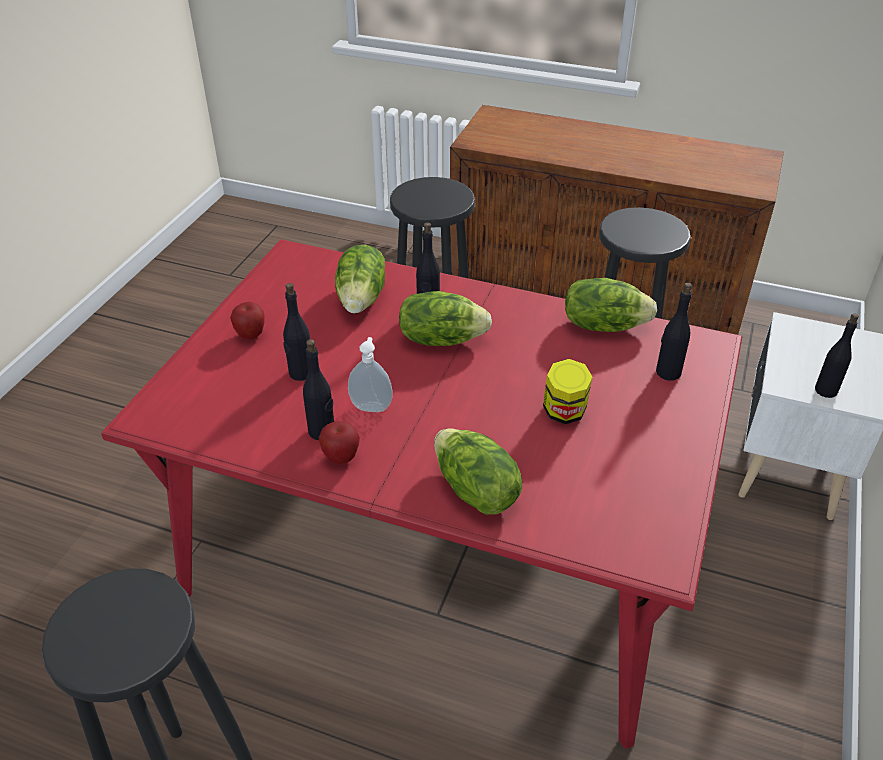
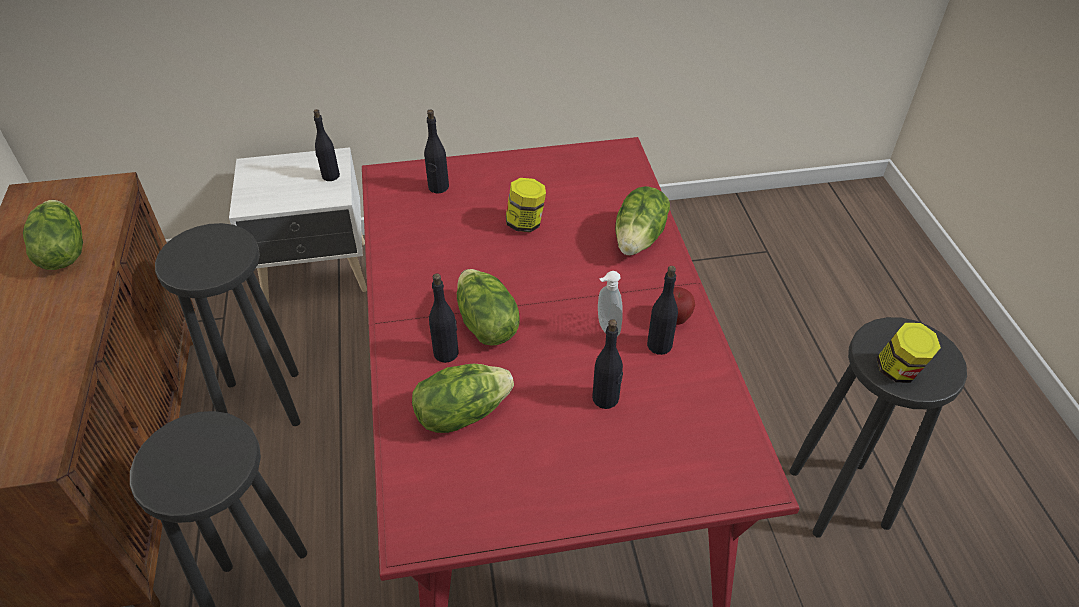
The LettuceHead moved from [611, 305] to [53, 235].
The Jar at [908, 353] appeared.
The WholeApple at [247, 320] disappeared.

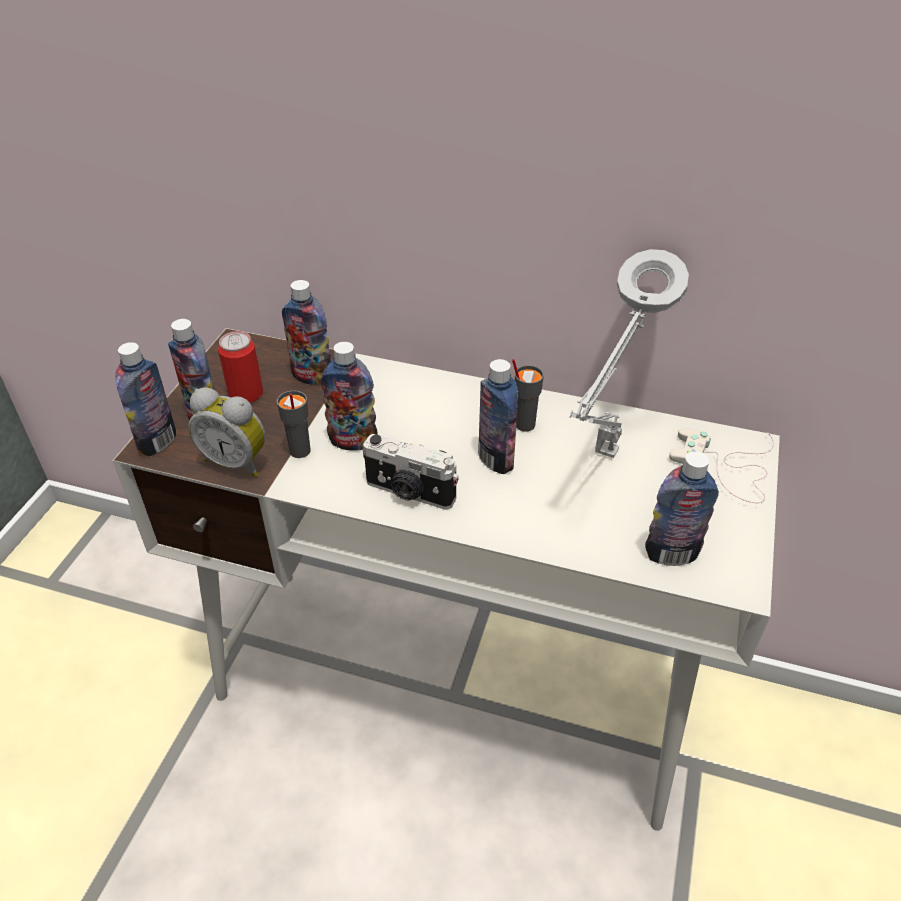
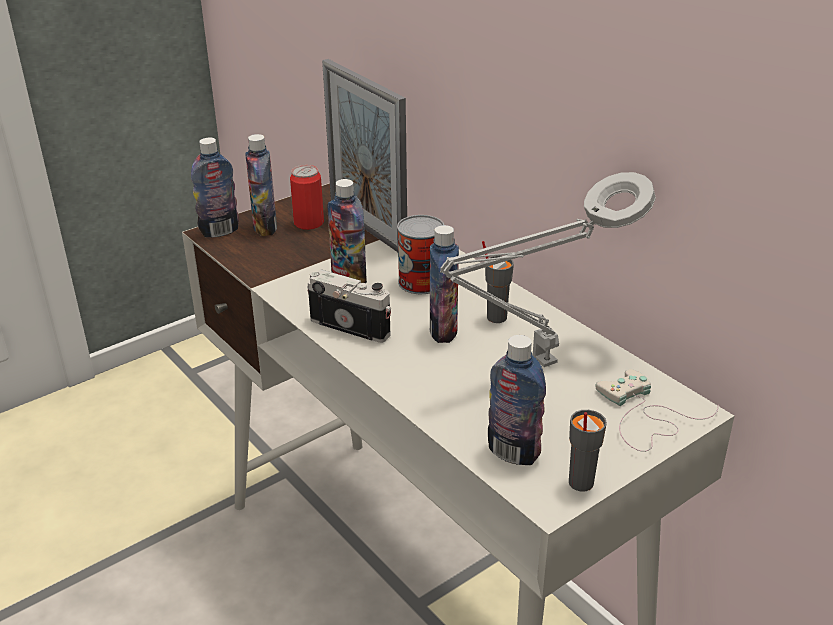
The PhotoCamera at [411, 472] turned 150 degrees clockwise.
The BeverageBottle at [306, 332] was replaced by the PhotoFrame at [364, 155].
The SealedCan at [420, 254] appeared.
The GreyCup moved from [294, 424] to [588, 451].
The TableClock at [226, 432] disappeared.

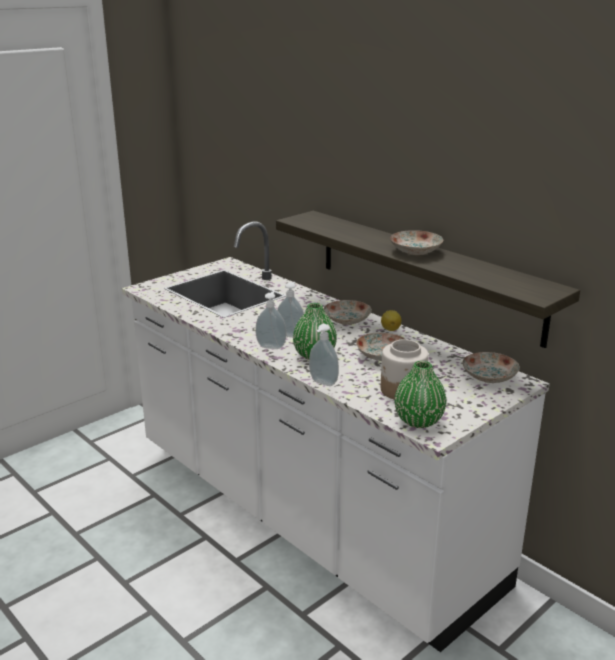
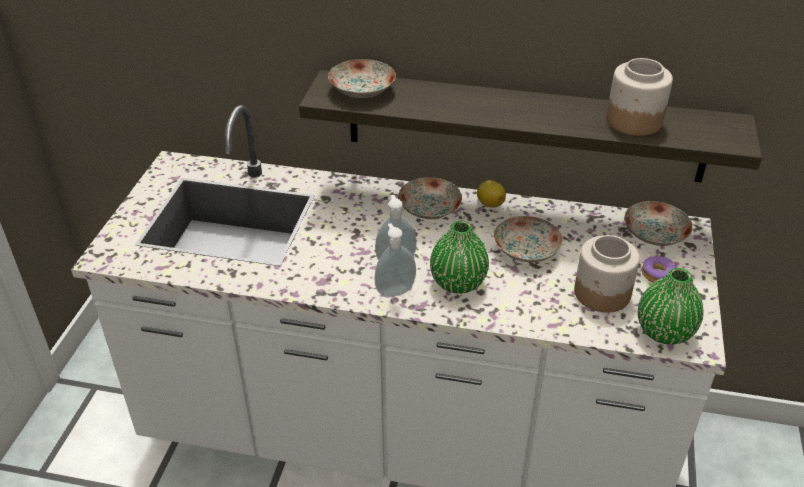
The DinnerPlate moved from [416, 242] to [362, 78].
The Jar at [639, 97] appeared.
The Donut at [659, 269] appeared.
The LiquidSoapBottle at [324, 355] disappeared.

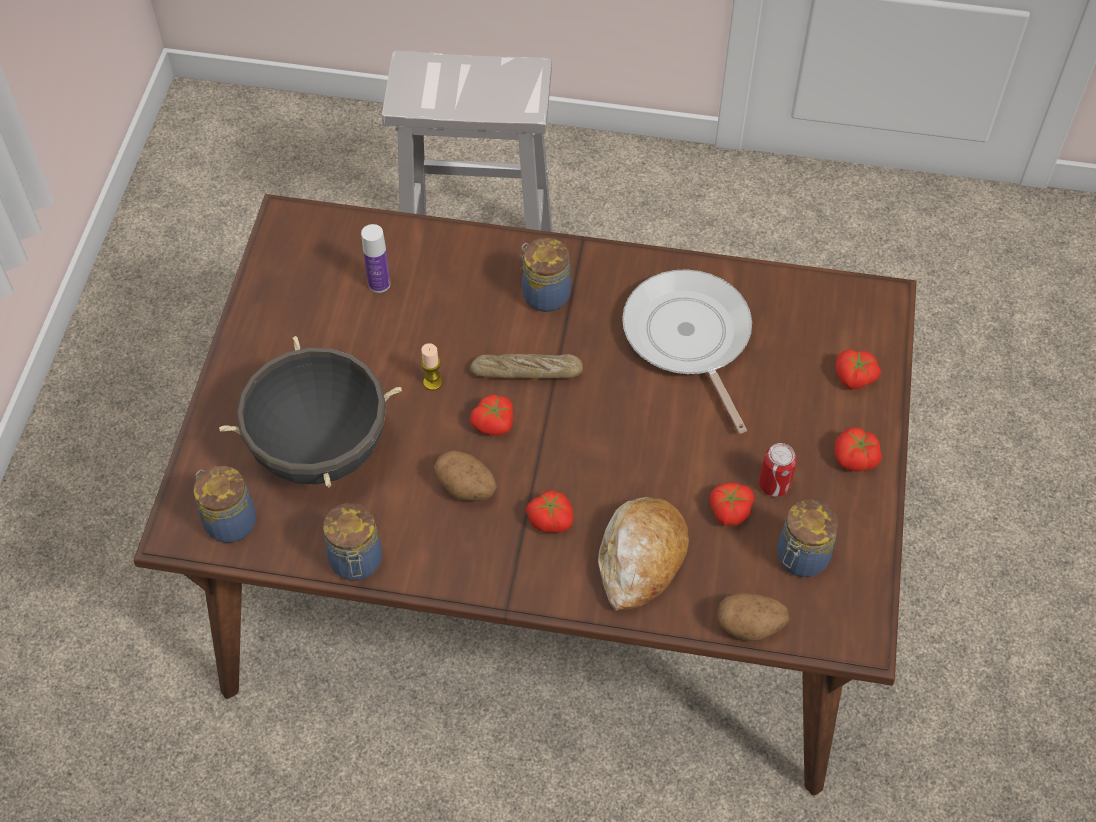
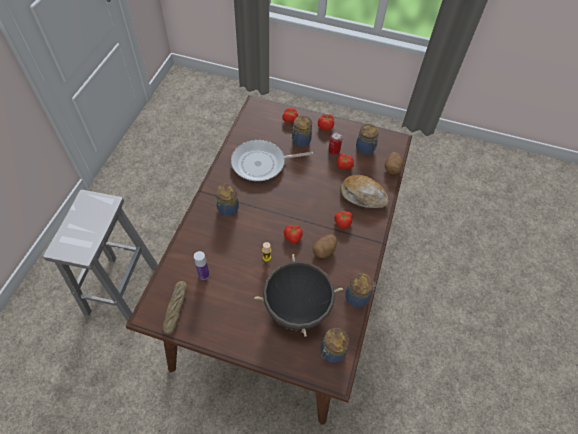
The Bread moved from [526, 366] to [174, 308].
The Jar at [302, 131] appeared.

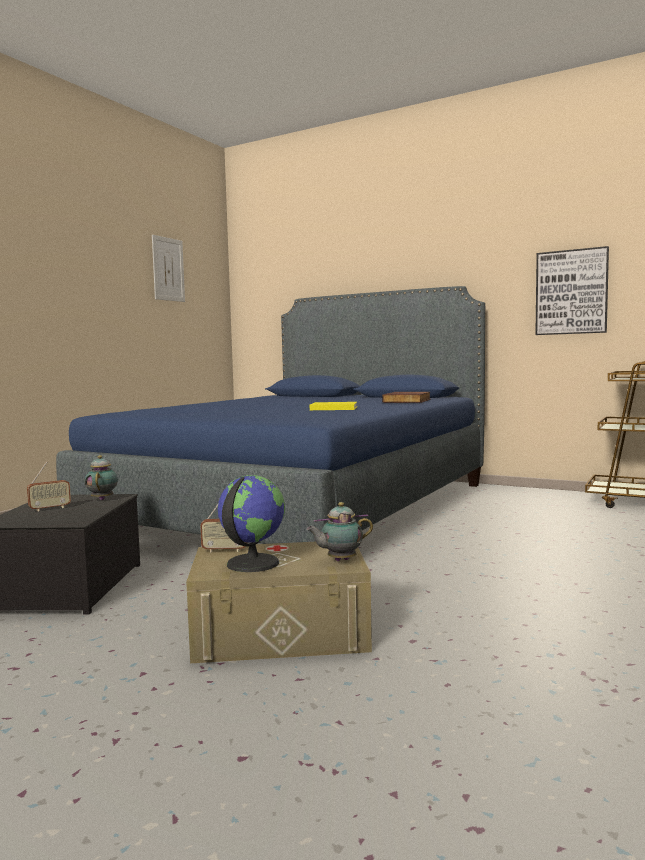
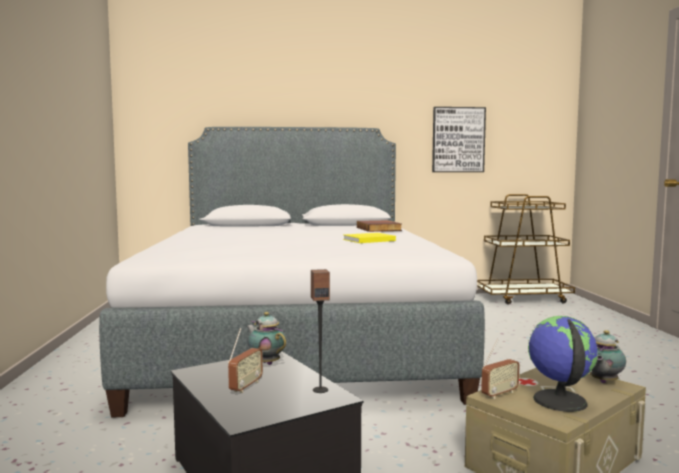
The BlueColouredBedroomBed at [270, 415] became the GreyBedroomBed at [292, 272].
The Loudspeaker at [320, 331] appeared.
The Picture at [168, 268] disappeared.

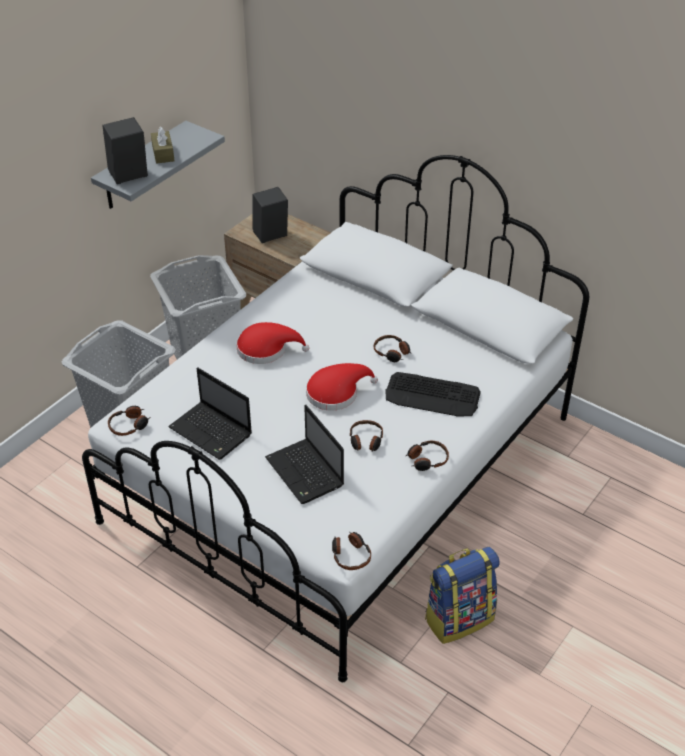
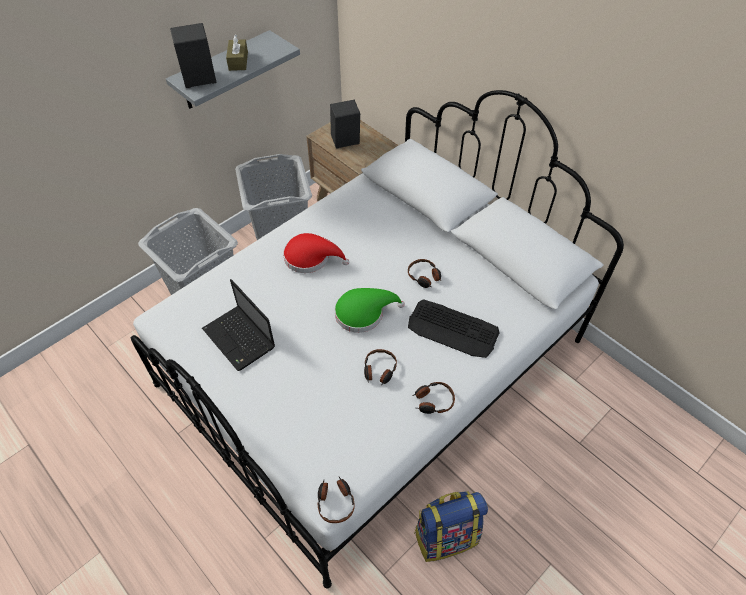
The RedHat at [342, 387] became the GreenColouredHat at [369, 310].
The Headphones at [129, 421] disappeared.
The NotebookComputer at [304, 454] disappeared.

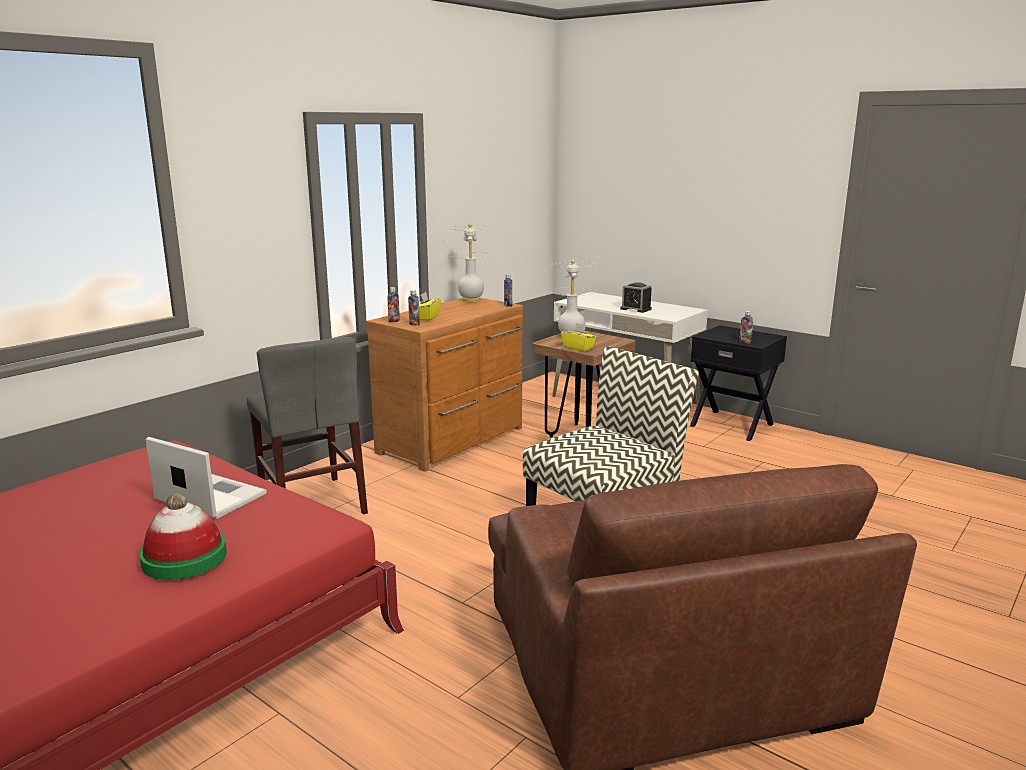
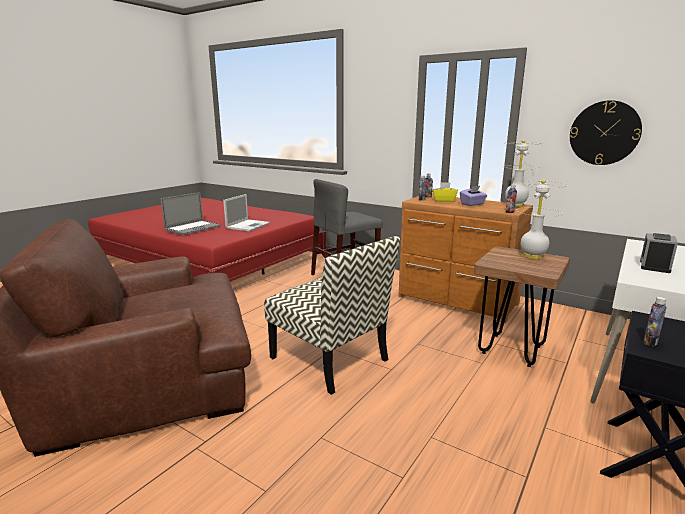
The Hat at [183, 536] was replaced by the NotebookComputer at [191, 213].
The PurpleTissueHolder at [473, 196] appeared.
The HangingClock at [606, 132] appeared.
The YellowTissueHolder at [579, 337] disappeared.

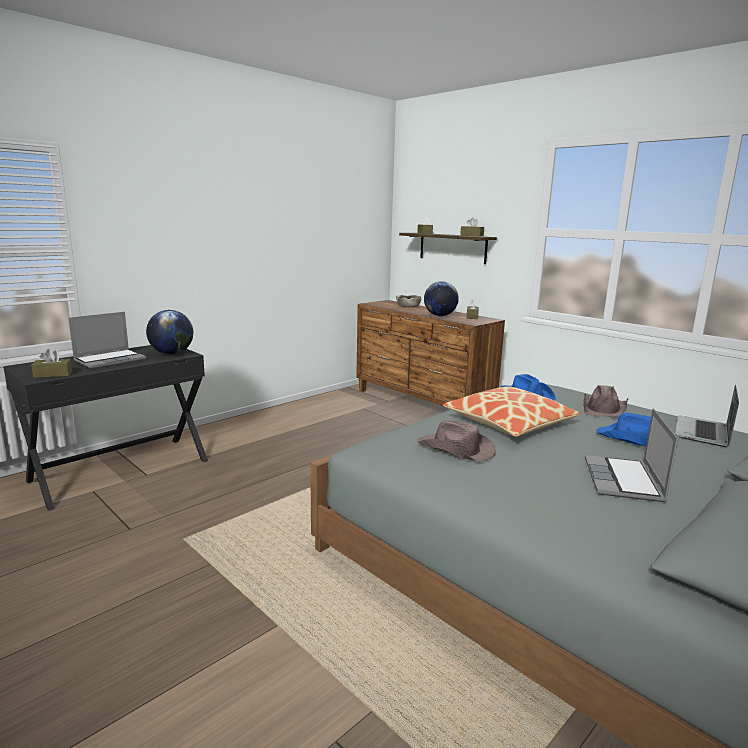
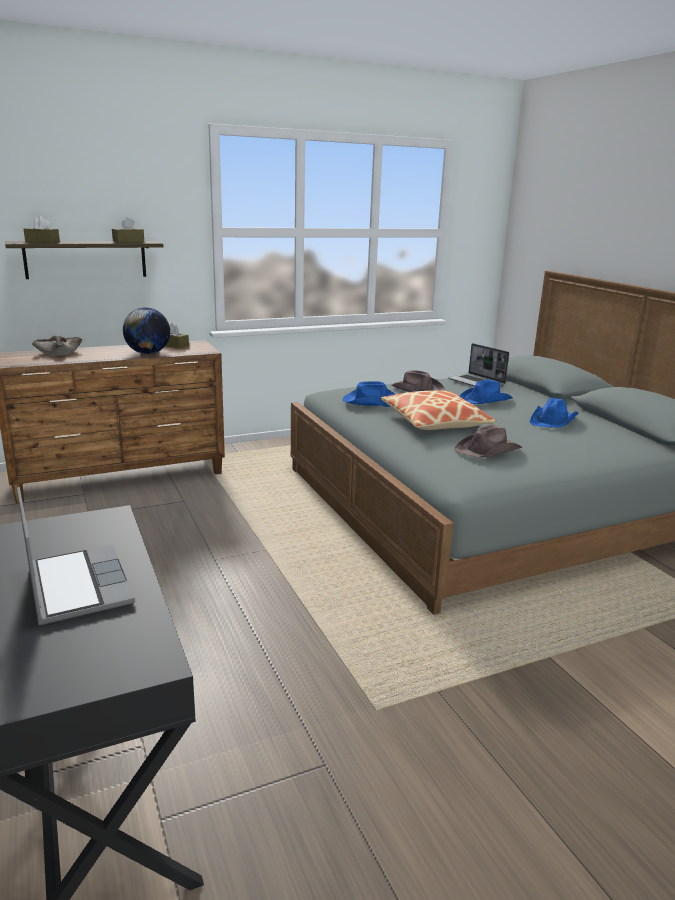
The NotebookComputer at [631, 455] was replaced by the BlueColouredHat at [553, 413].
The BrownTissueHolder at [51, 363] disappeared.
The Globe at [169, 332] disappeared.

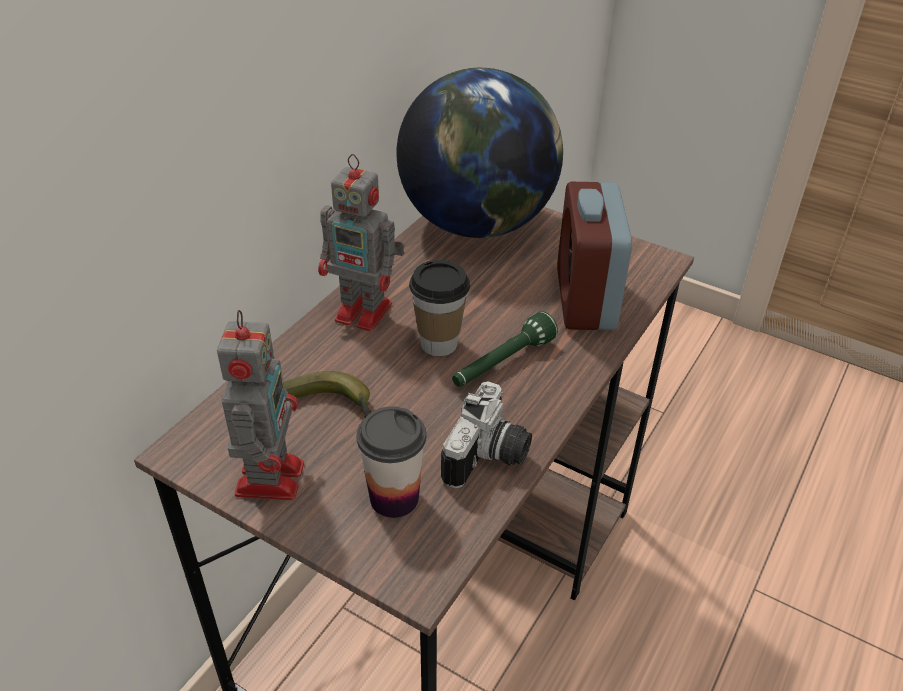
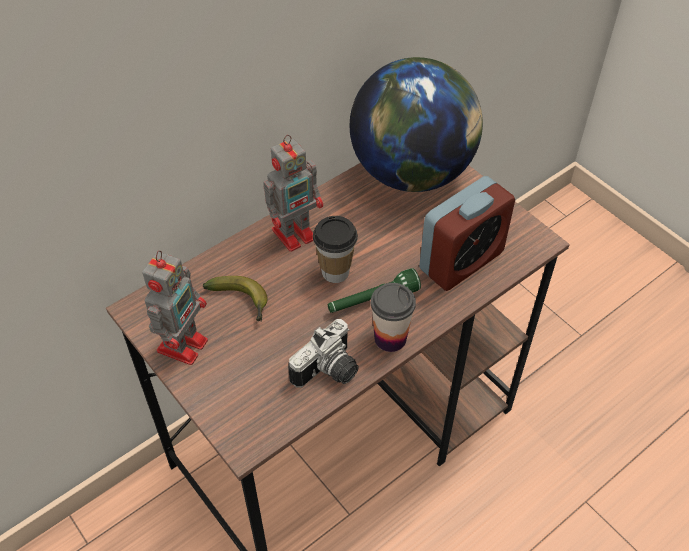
The ToyRobot at [361, 242] turned 75 degrees counterclockwise.
The Cup moved from [391, 462] to [393, 317].
The TableClock at [594, 256] turned 150 degrees counterclockwise.

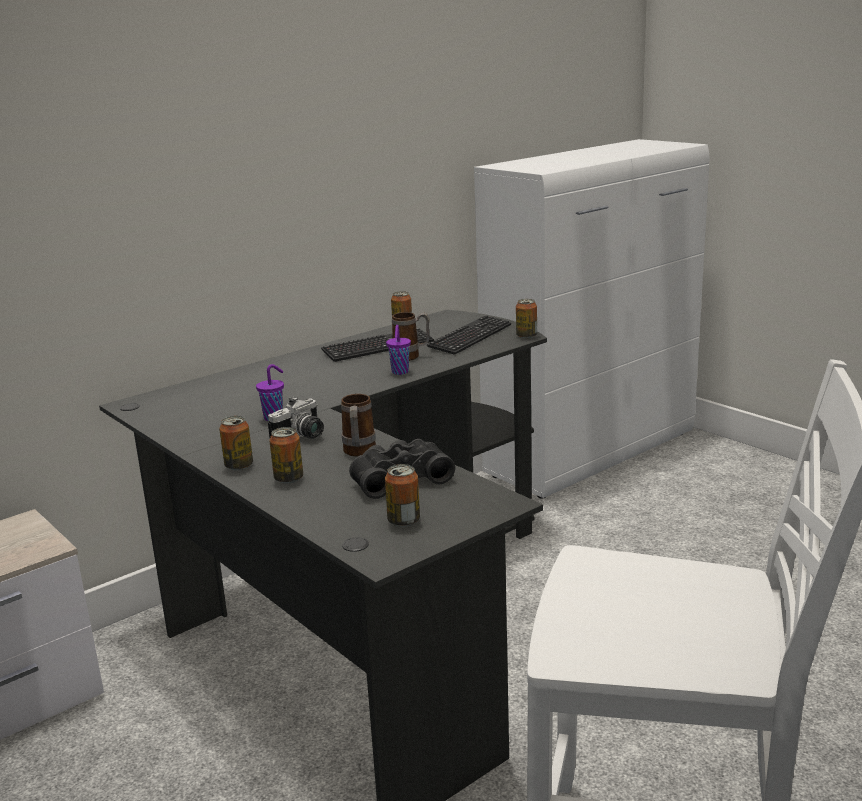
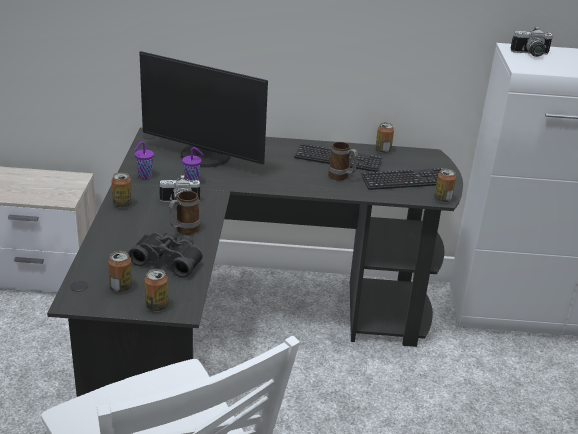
The PurpleCup moved from [398, 350] to [144, 160].
The ComputerDisplay at [203, 109] appeared.
The SealedCan moved from [286, 455] to [156, 290].
The PhotoCamera at [531, 41] appeared.

